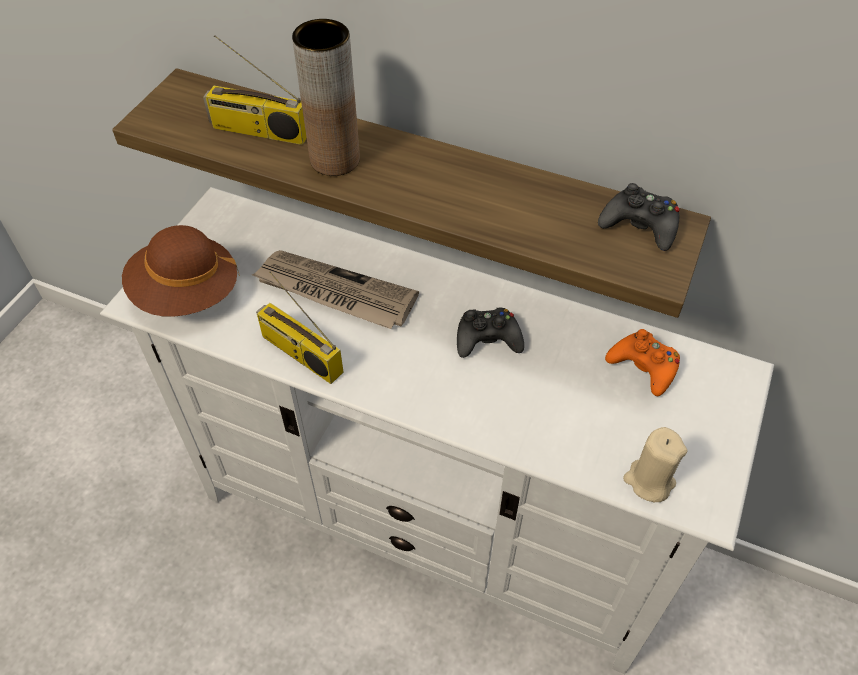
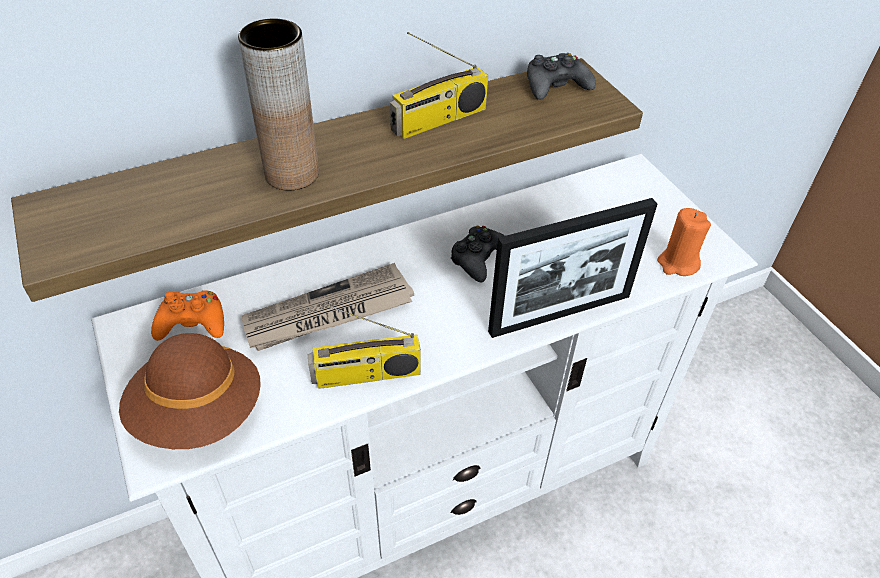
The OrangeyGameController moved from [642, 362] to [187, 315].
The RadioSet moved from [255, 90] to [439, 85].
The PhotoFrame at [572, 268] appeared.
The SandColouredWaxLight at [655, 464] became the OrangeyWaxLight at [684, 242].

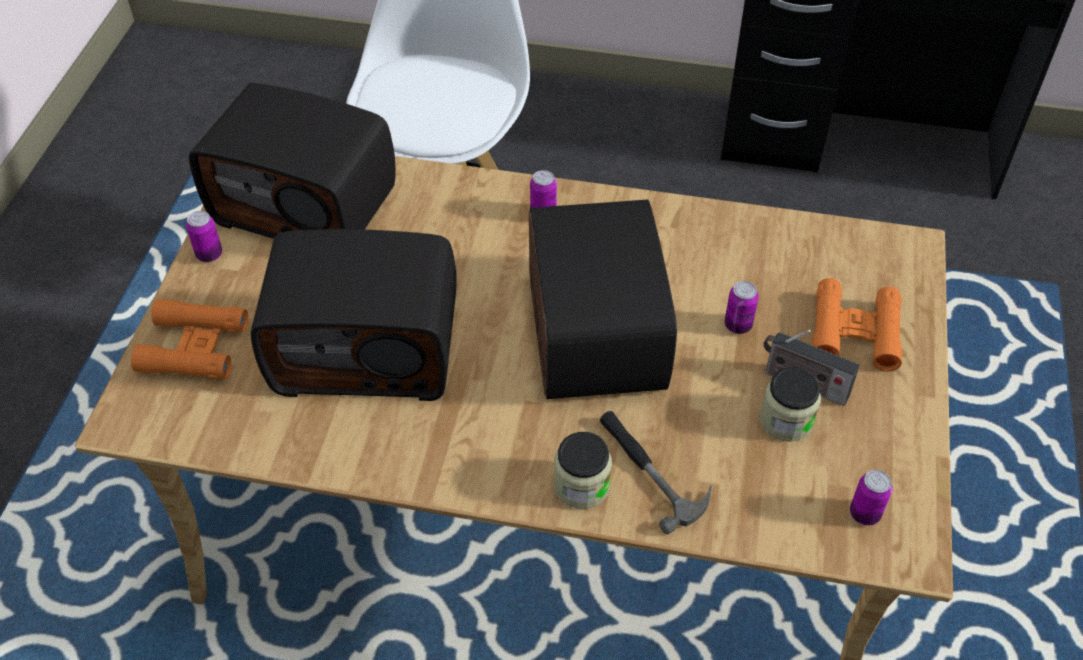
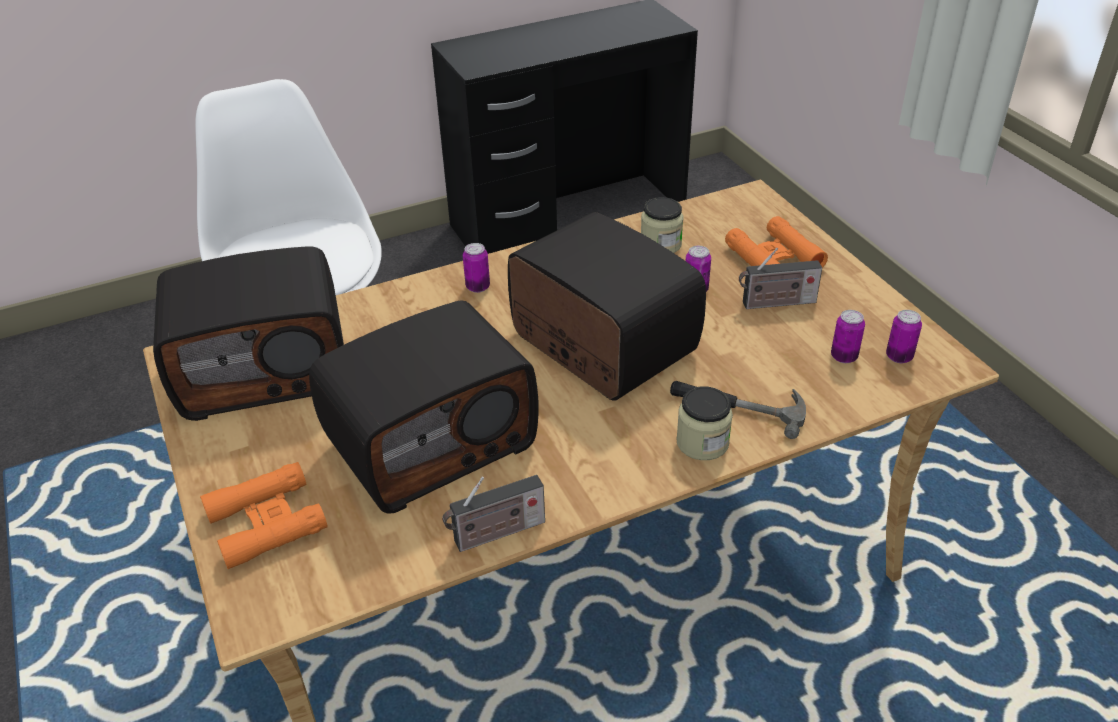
The RadioSet at [493, 513] appeared.
The Jar moved from [790, 404] to [662, 225].
The SealedCan moved from [204, 236] to [848, 336].

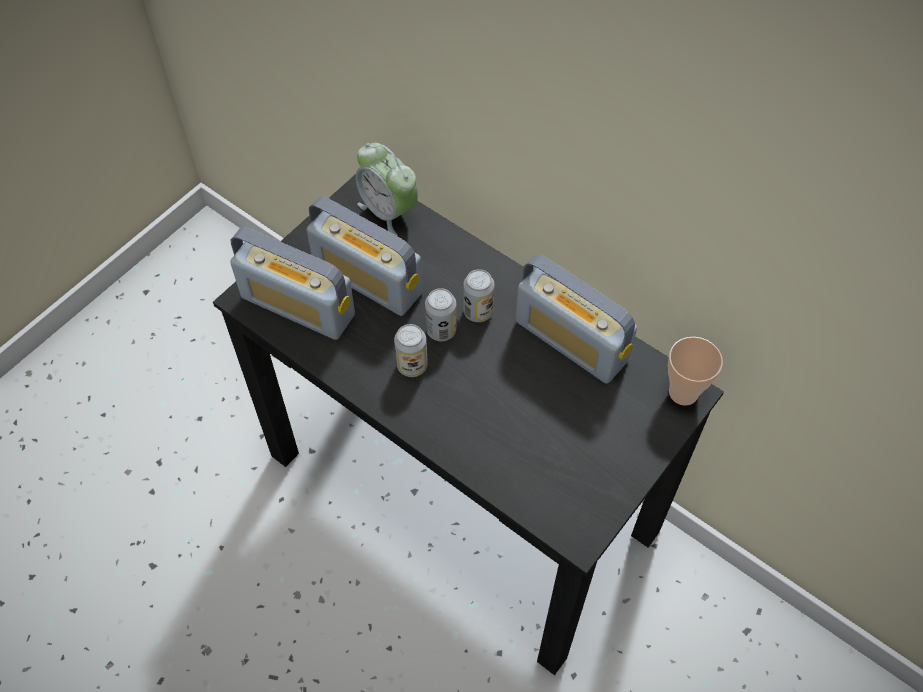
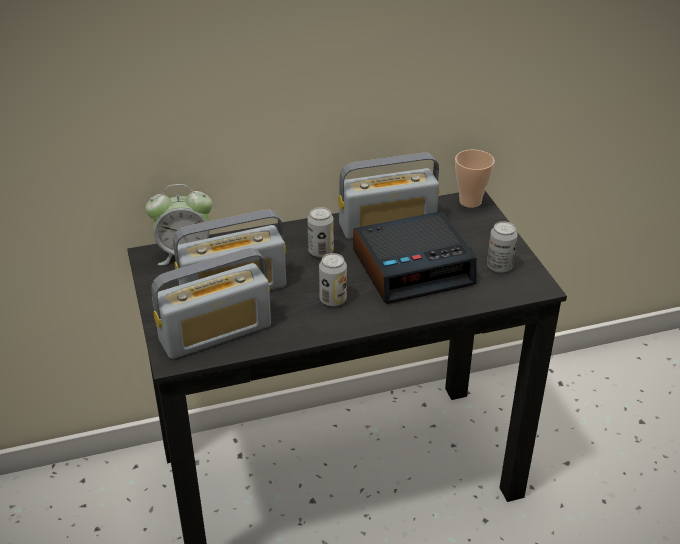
The TableClock at [415, 257] appeared.
The SealedCan moved from [441, 314] to [502, 247].

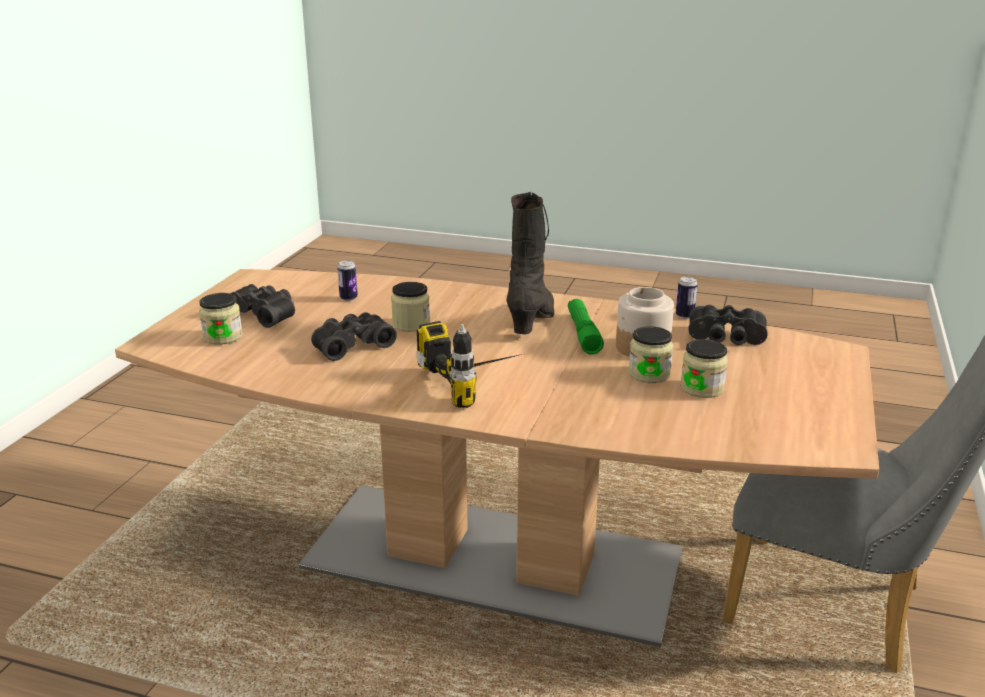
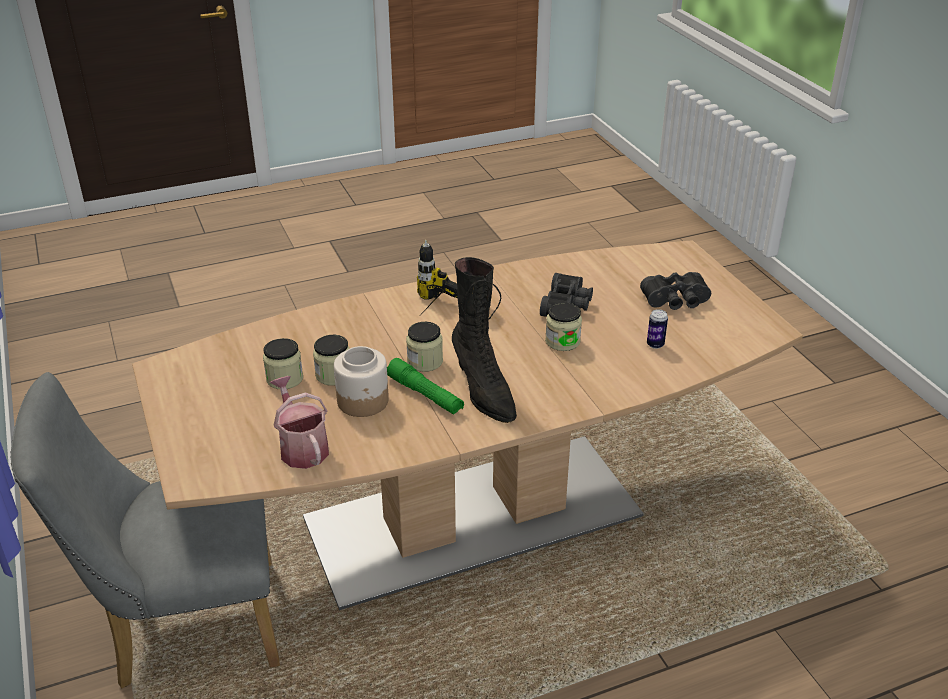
The BlackColouredFieldGlasses at [728, 325] was replaced by the SprinklingCan at [299, 422].
The Jar moved from [221, 319] to [424, 347].
The SealedCan at [687, 297] disappeared.

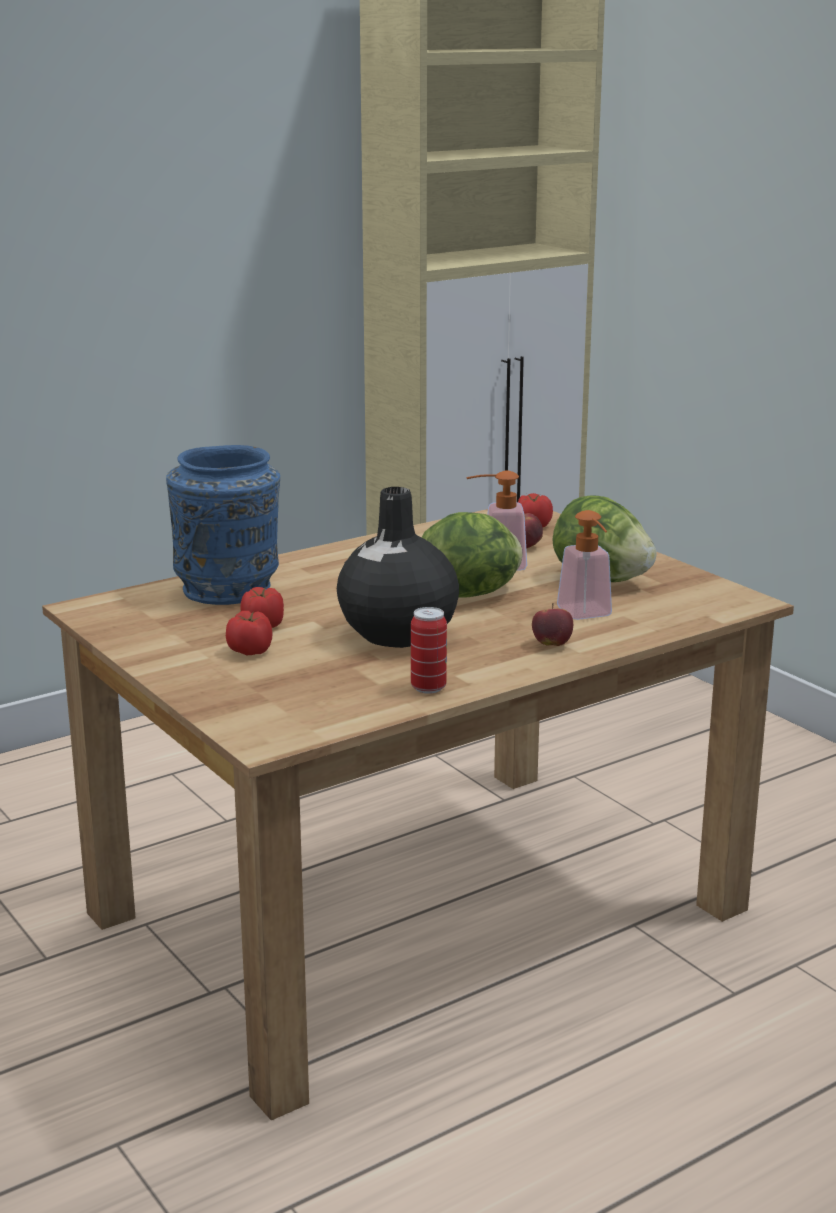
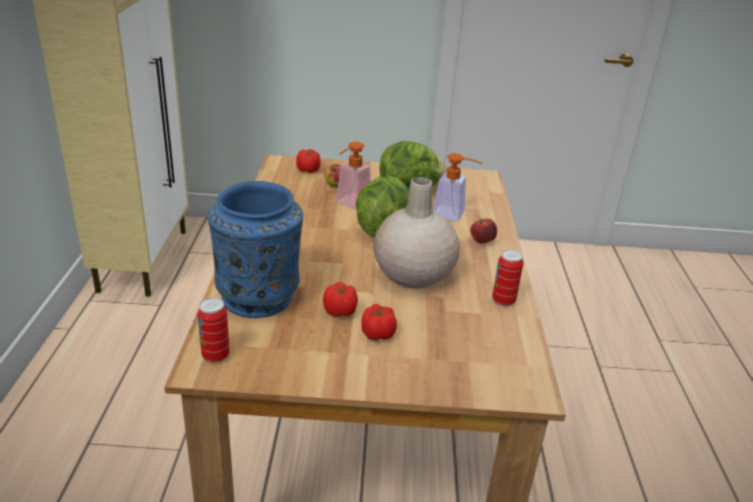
The SealedCan at [213, 330] appeared.
The BlackColouredFlowerVase at [398, 567] became the SandColouredFlowerVase at [416, 233].

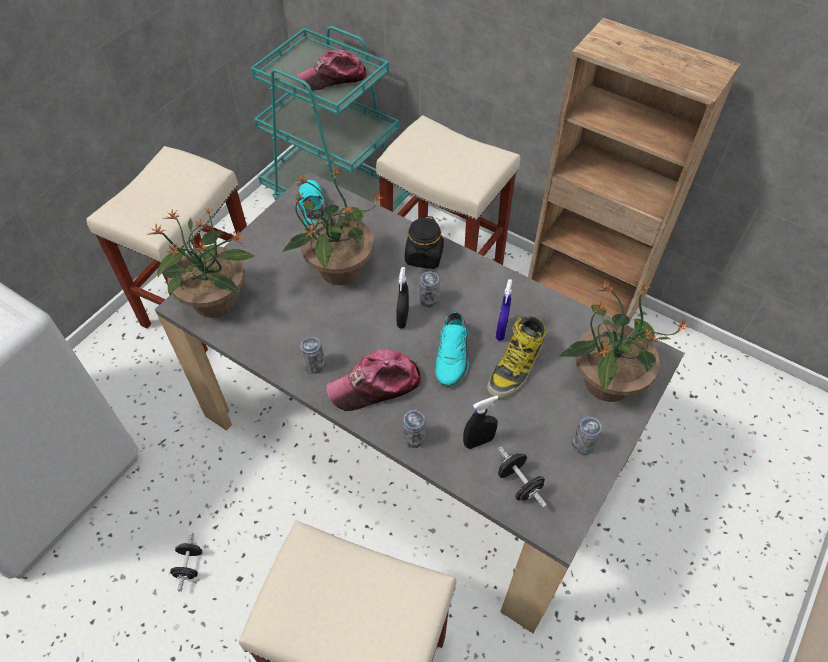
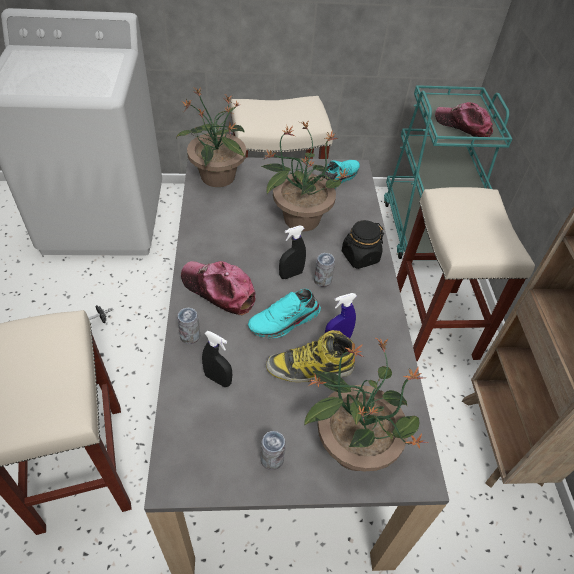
The SealedCan at [312, 355] disappeared.
The BlackColouredDumbbell at [522, 477] disappeared.

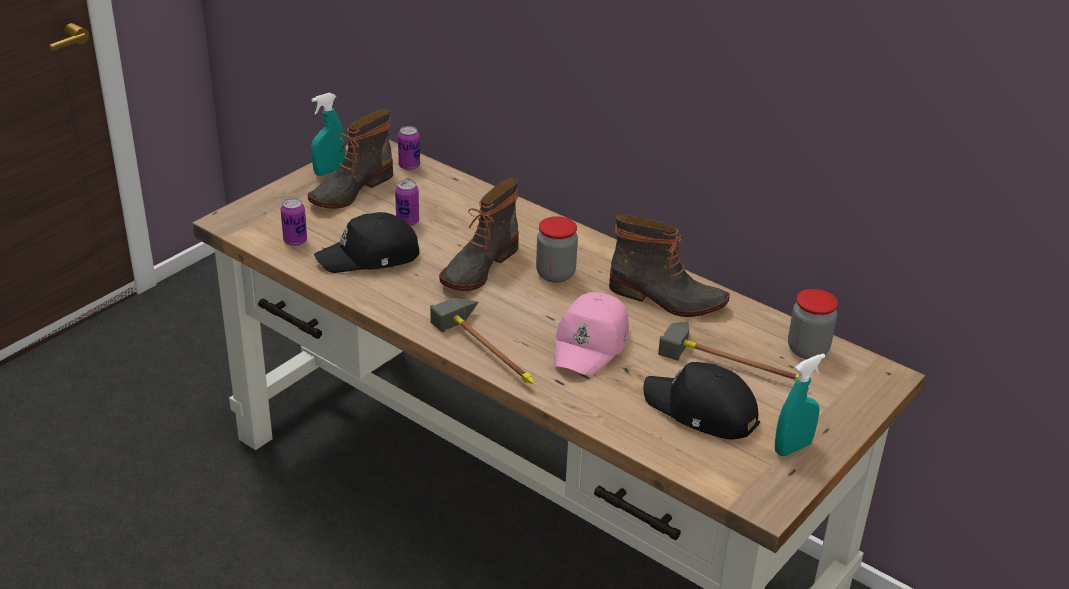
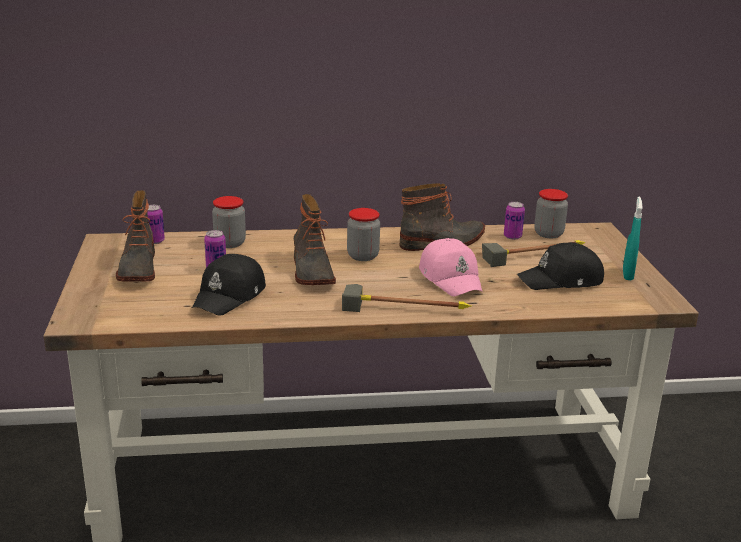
The Jar at [229, 222] appeared.
The SealedCan moved from [294, 222] to [514, 221].
The BlueGreenSprayer at [328, 134] disappeared.

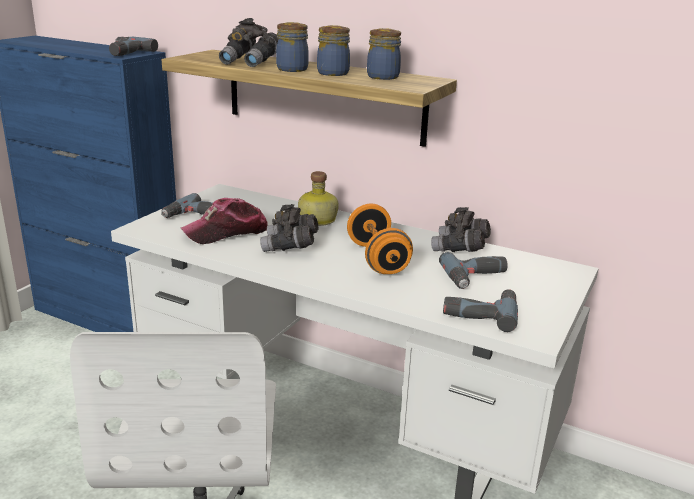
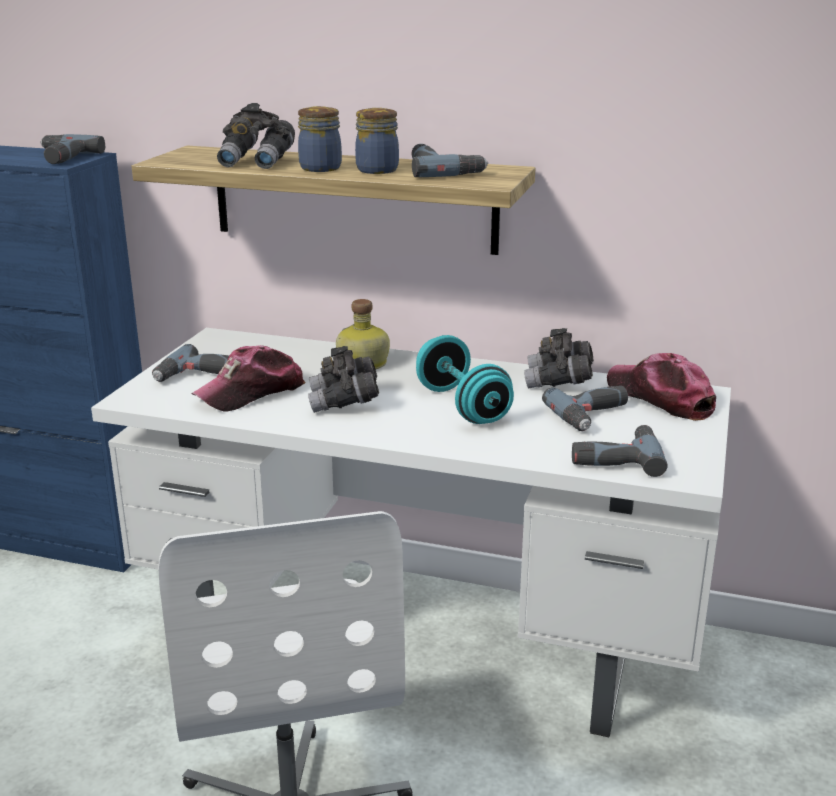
The Jar at [384, 54] was replaced by the PowerDrill at [449, 160].
The OrangeyDumbbell at [380, 239] became the BlueGreenDumbbell at [465, 379].
The PeakedCap at [661, 387] appeared.

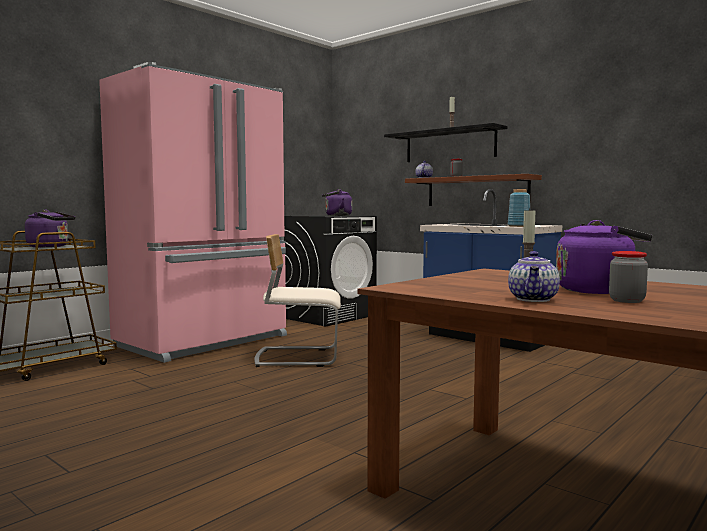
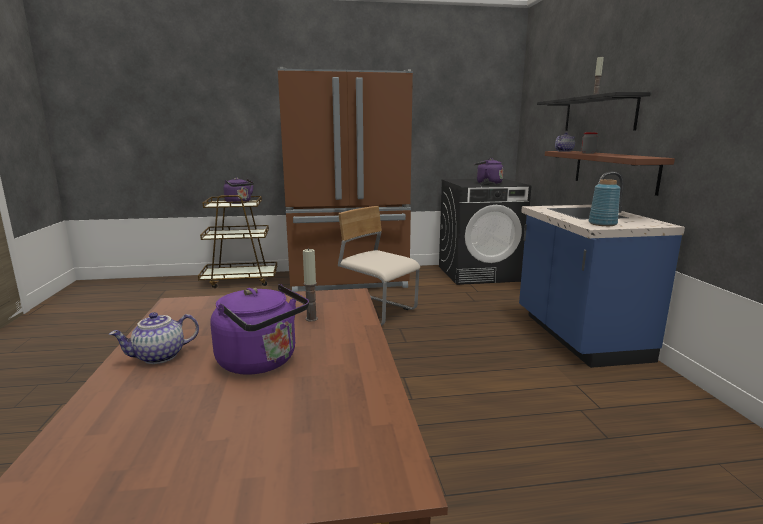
The PinkRefrigerator at [193, 212] became the BrownRefrigerator at [345, 179].
The Jar at [628, 277] disappeared.

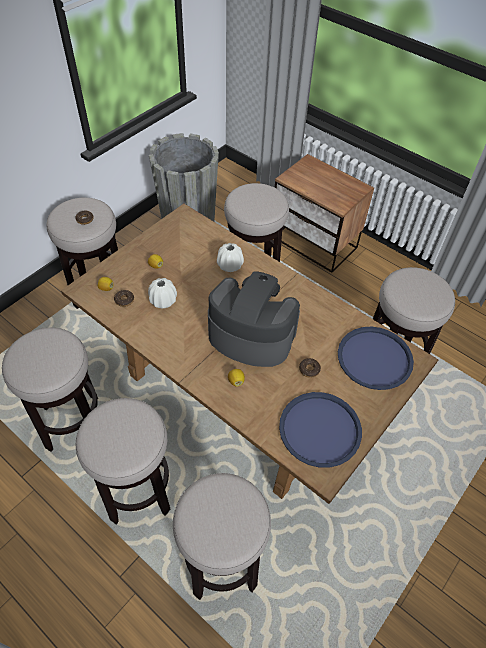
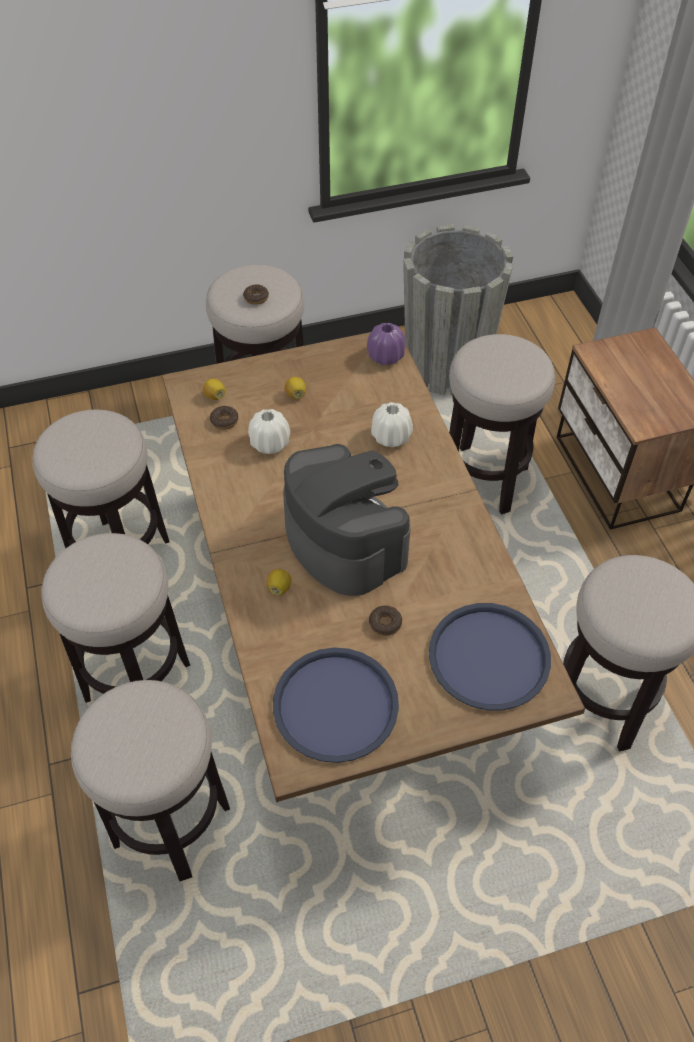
The PurpleFlowerVase at [386, 344] appeared.

